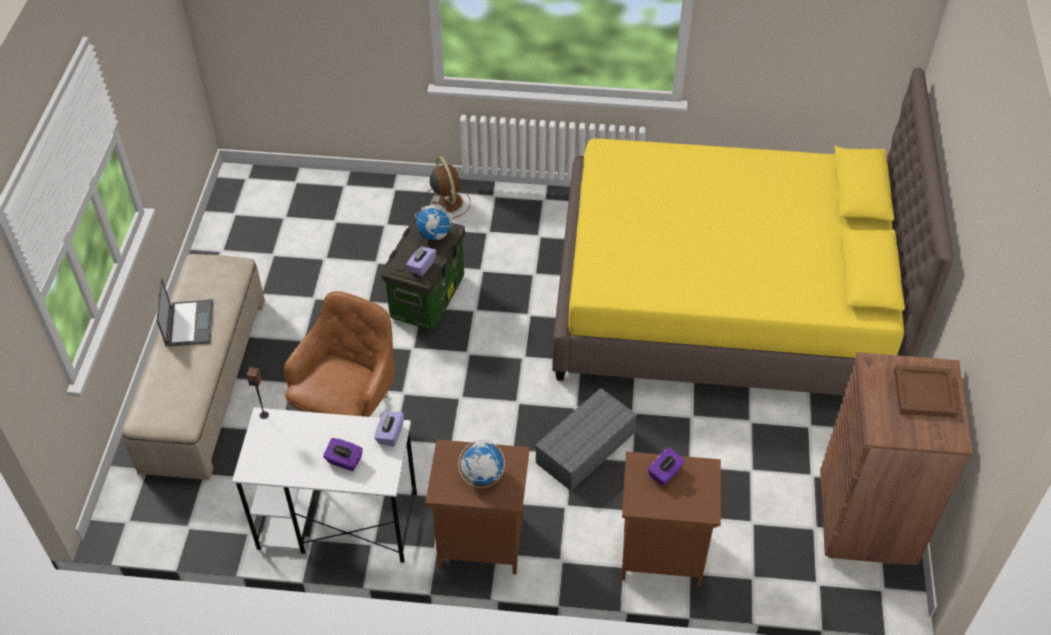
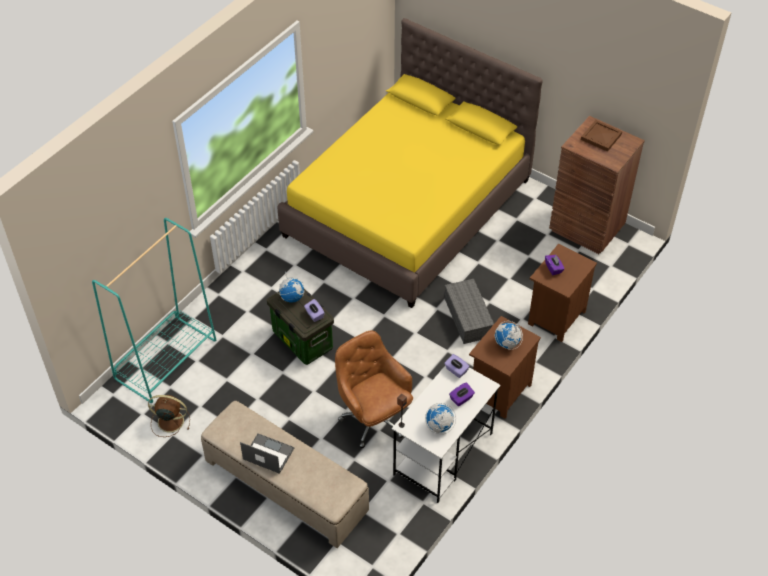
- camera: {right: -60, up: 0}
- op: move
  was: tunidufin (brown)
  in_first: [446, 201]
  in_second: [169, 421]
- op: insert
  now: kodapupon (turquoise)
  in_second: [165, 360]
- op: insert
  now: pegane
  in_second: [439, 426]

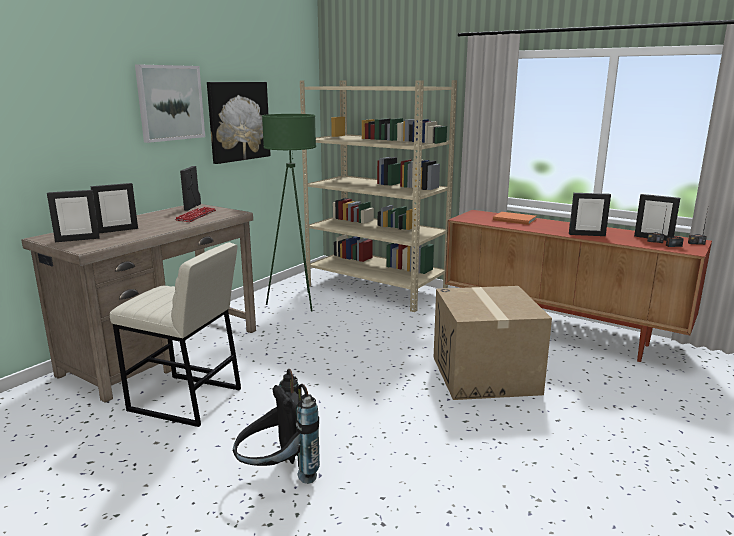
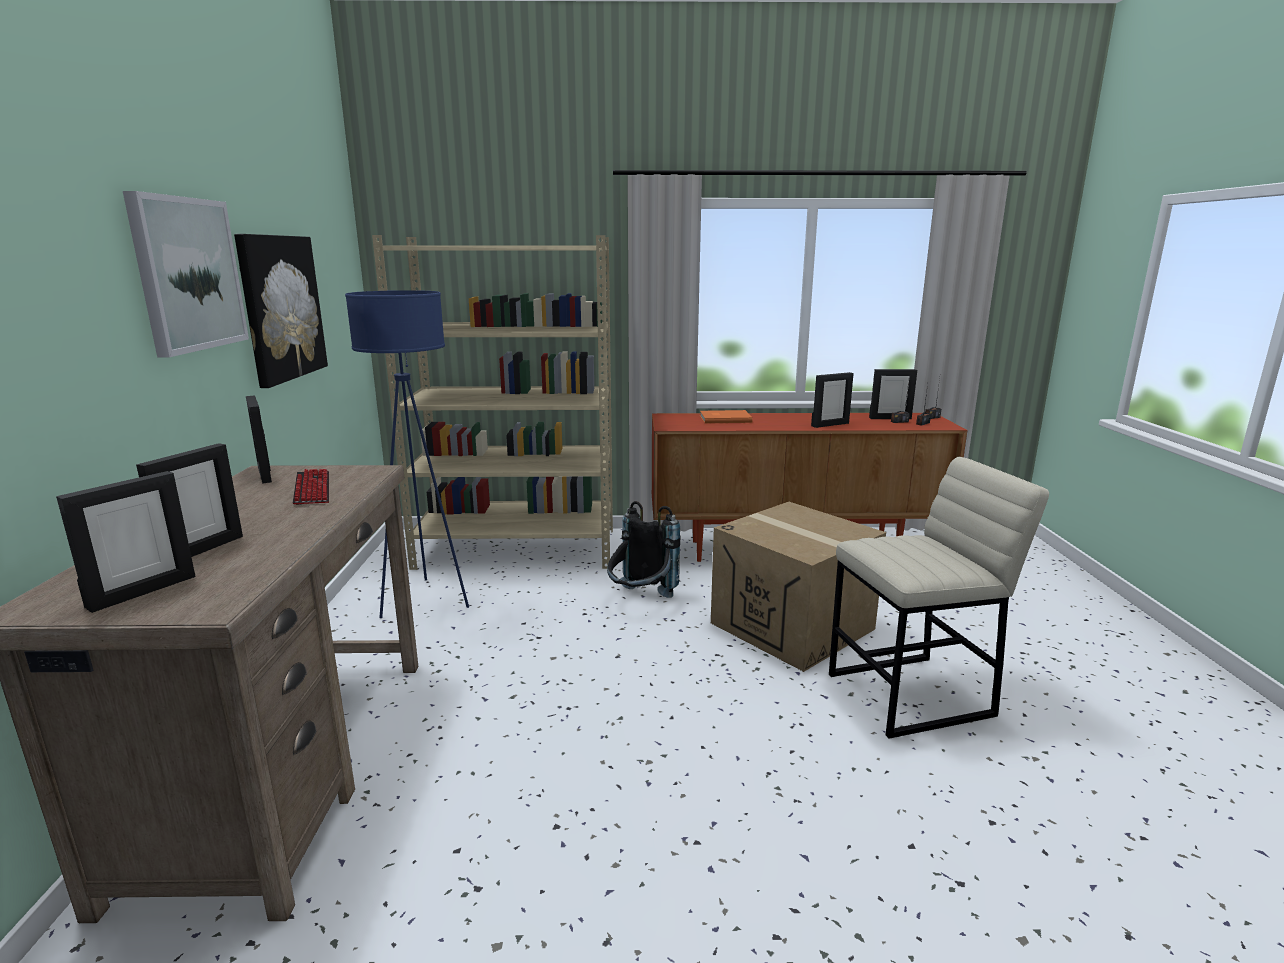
- camera: {right: -35, up: 0}
- op: move
  was: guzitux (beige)
  in_first: [188, 400]
  in_second: [913, 694]
- op: move
  was: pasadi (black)
  in_first: [277, 475]
  in_second: [640, 601]
- op: recolor
  was: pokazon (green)
  now: pokazon (blue)
  in_first: [296, 302]
  in_second: [425, 600]

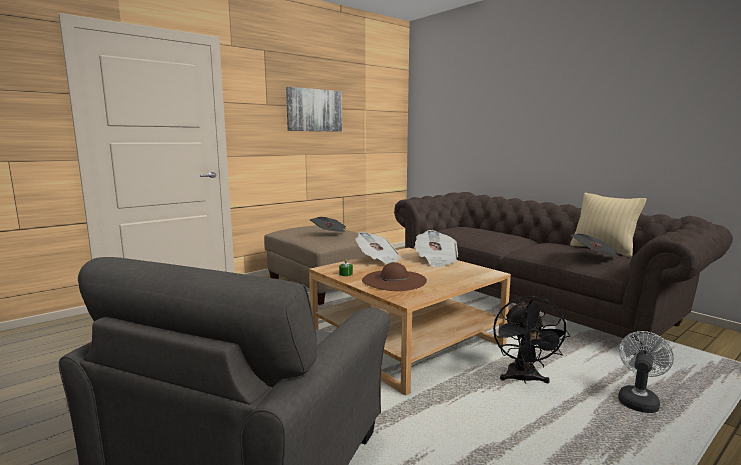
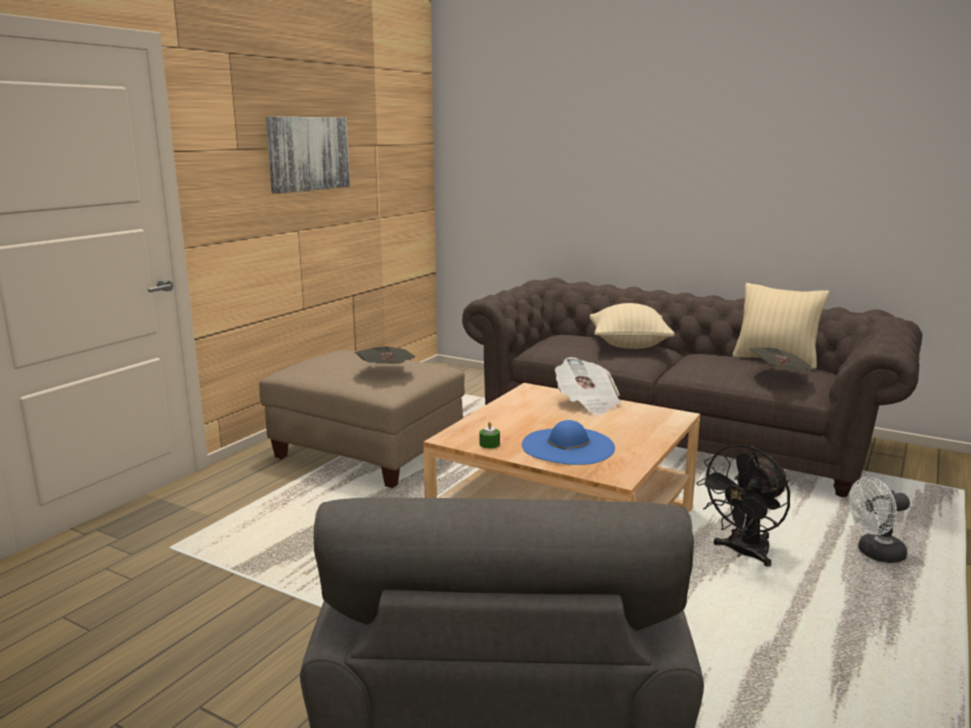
- camera: {right: -20, up: 5}
- op: delete
  was: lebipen
  in_first: [378, 261]
- op: recolor
  was: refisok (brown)
  now: refisok (blue)
  in_first: [394, 280]
  in_second: [568, 446]
- op: rotate
  was: tunidufin (black)
  in_first: [523, 379]
  in_second: [743, 553]
  clockwise: 60
- op: rotate
  was: tunidufin (white)
  in_first: [638, 400]
  in_second: [875, 554]
  clockwise: -120
- op: insert
  now: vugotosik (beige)
  in_second: [628, 345]

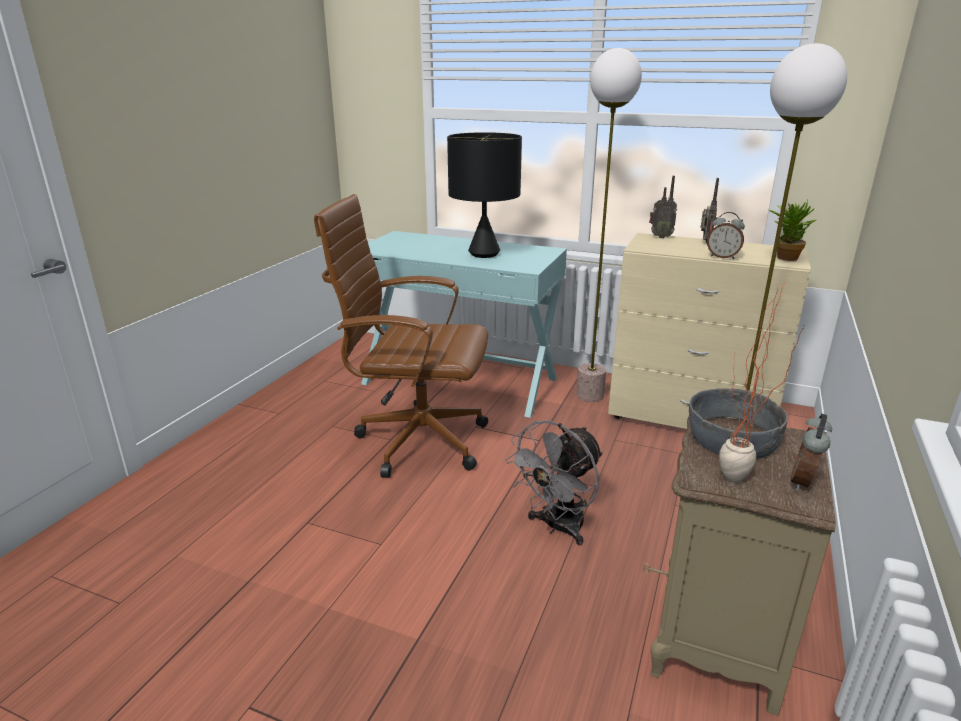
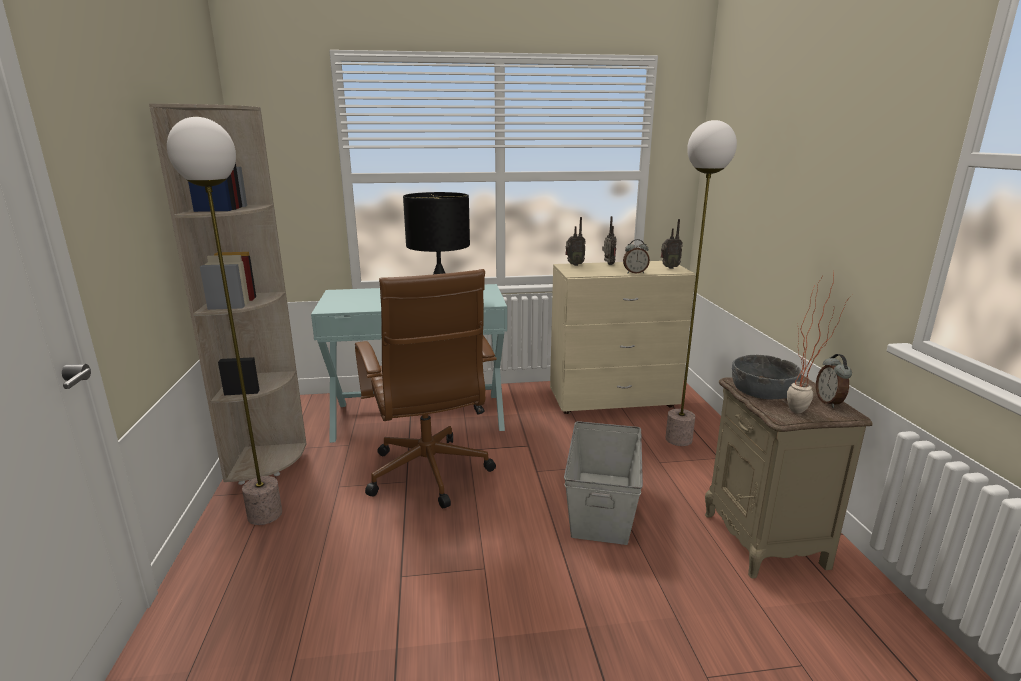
- camera: {right: -30, up: -5}
- op: rotate
  was: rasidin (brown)
  in_first: [415, 441]
  in_second: [430, 476]
  clockwise: -90
- op: replace
  was: tunidufin (grey)
  now: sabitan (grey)
  in_first: [557, 527]
  in_second: [602, 505]
- op: move
  was: pokazon
  in_first: [589, 395]
  in_second: [264, 515]
- op: replace
  was: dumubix
  now: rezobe
  in_first: [784, 257]
  in_second: [669, 267]
- op: insert
  now: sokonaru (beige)
  in_second: [267, 468]

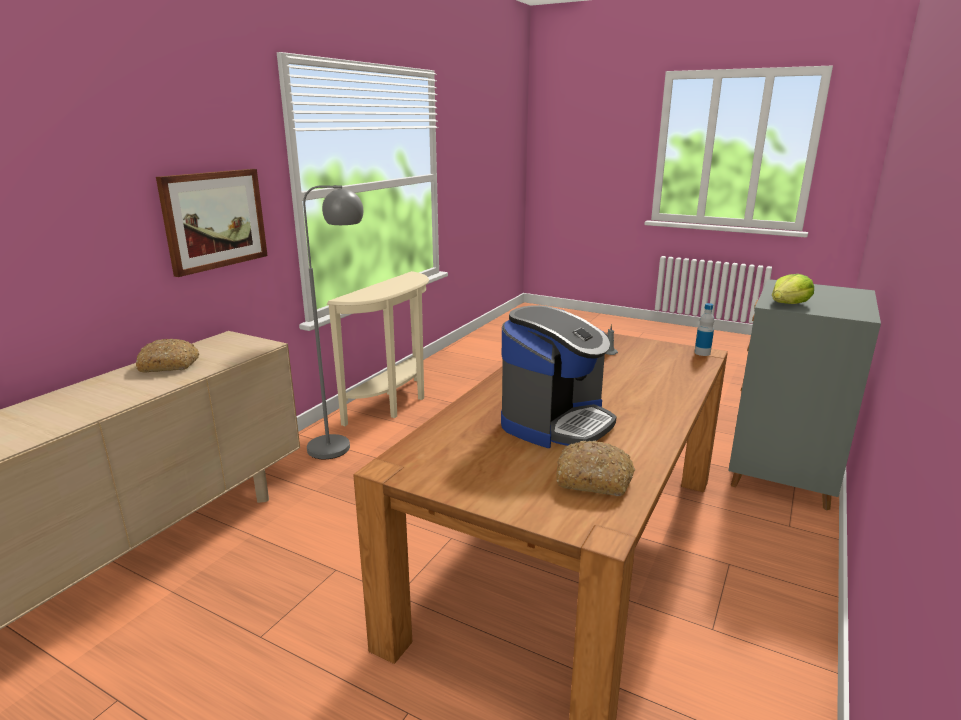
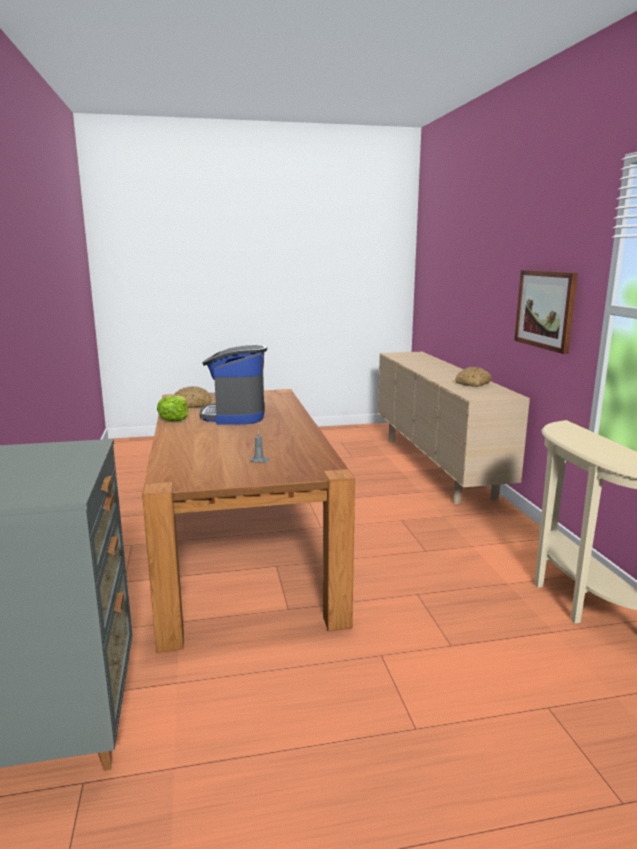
- camera: {right: 140, up: -5}
- op: delete
  was: pokazon (grey)
  in_first: [341, 449]
- op: delete
  was: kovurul
  in_first: [702, 353]
- op: move
  was: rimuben
  in_first: [788, 304]
  in_second: [174, 418]

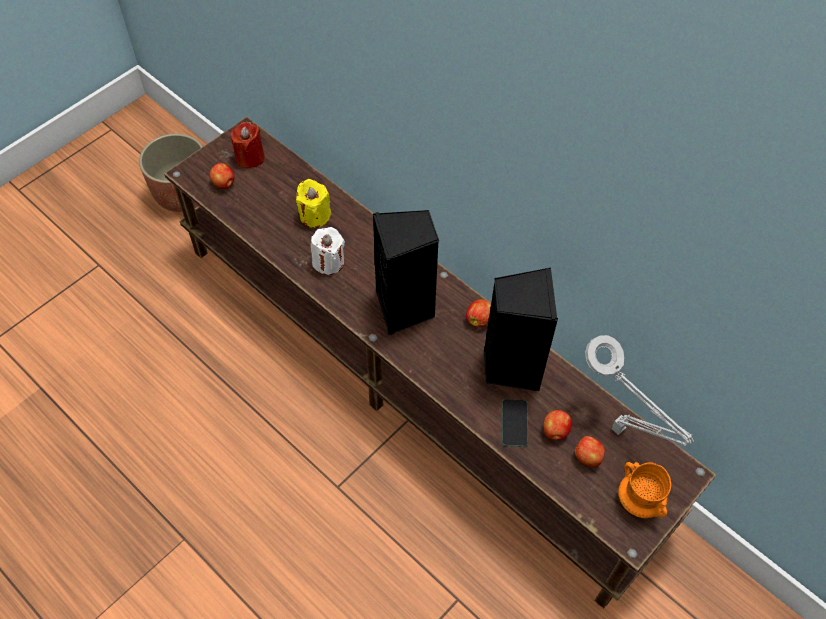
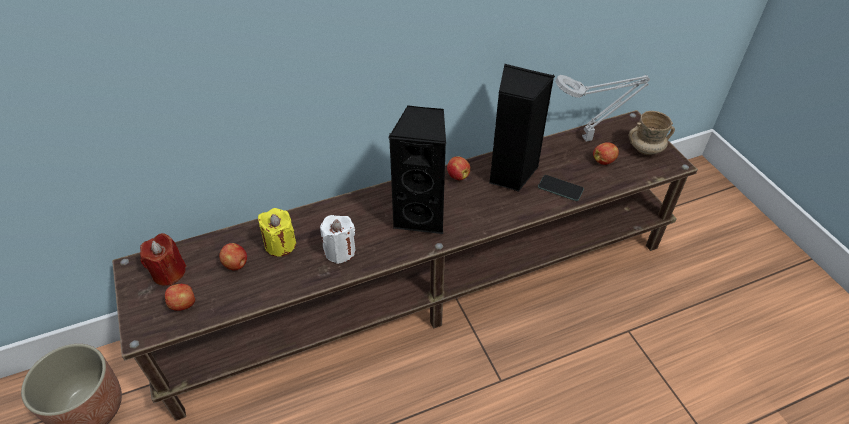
- camera: {right: -65, up: -10}
- op: move
  was: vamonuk
  in_first: [555, 431]
  in_second: [236, 265]
- op: recolor
  was: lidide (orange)
  now: lidide (beige)
  in_first: [639, 500]
  in_second: [645, 149]

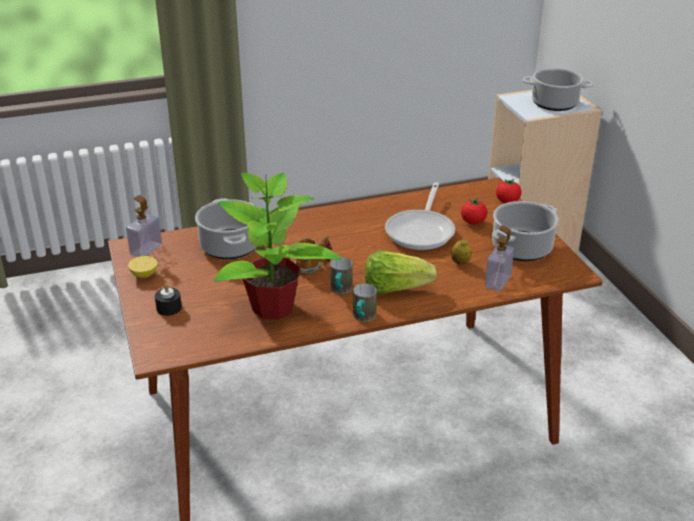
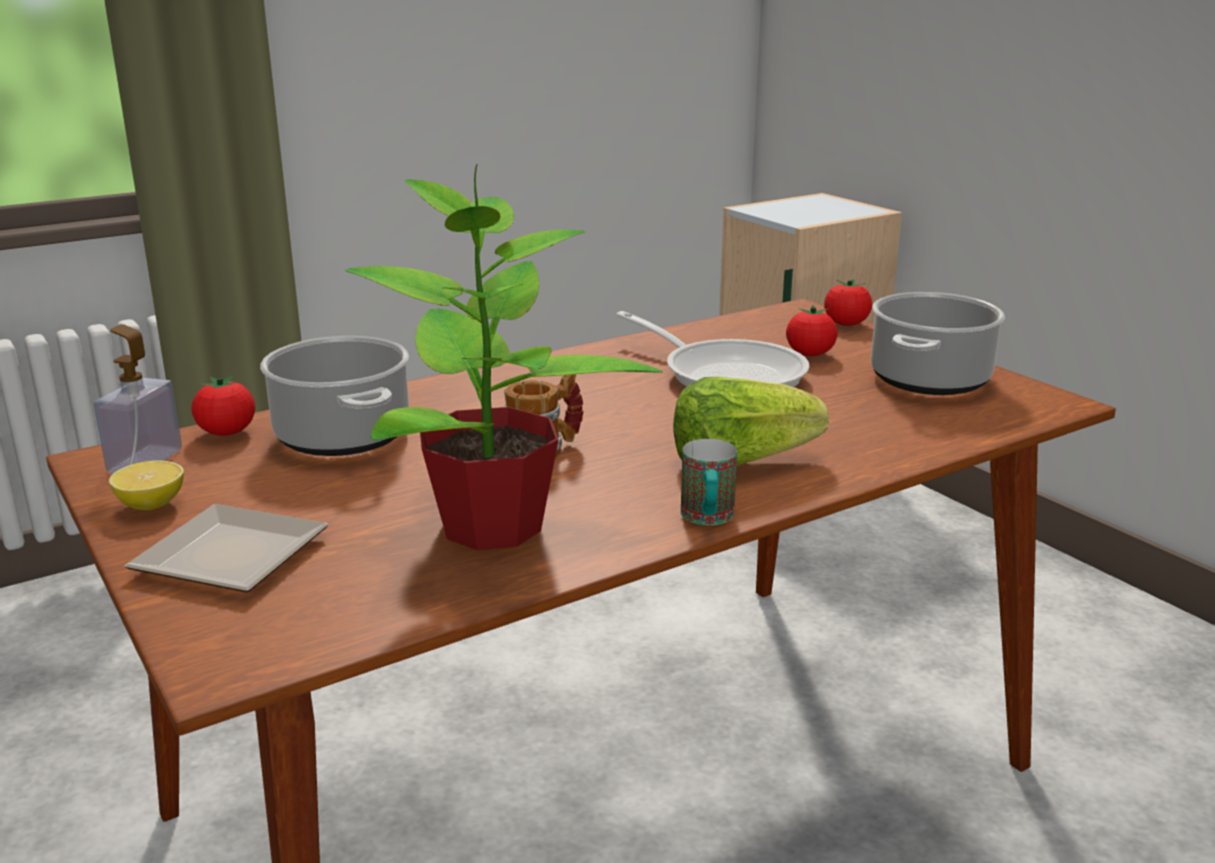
- camera: {right: -15, up: -10}
- op: replace
  was: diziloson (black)
  now: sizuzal
  in_first: [169, 308]
  in_second: [232, 559]
- op: delete
  was: lidide
  in_first: [340, 290]
- op: rotate
  was: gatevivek
  in_first: [422, 231]
  in_second: [725, 374]
  clockwise: -45
- op: delete
  was: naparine
  in_first: [460, 262]
- op: delete
  was: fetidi
  in_first: [497, 282]
- op: delete
  was: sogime
  in_first: [555, 104]
- op: insert
  now: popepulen
  in_second: [227, 433]

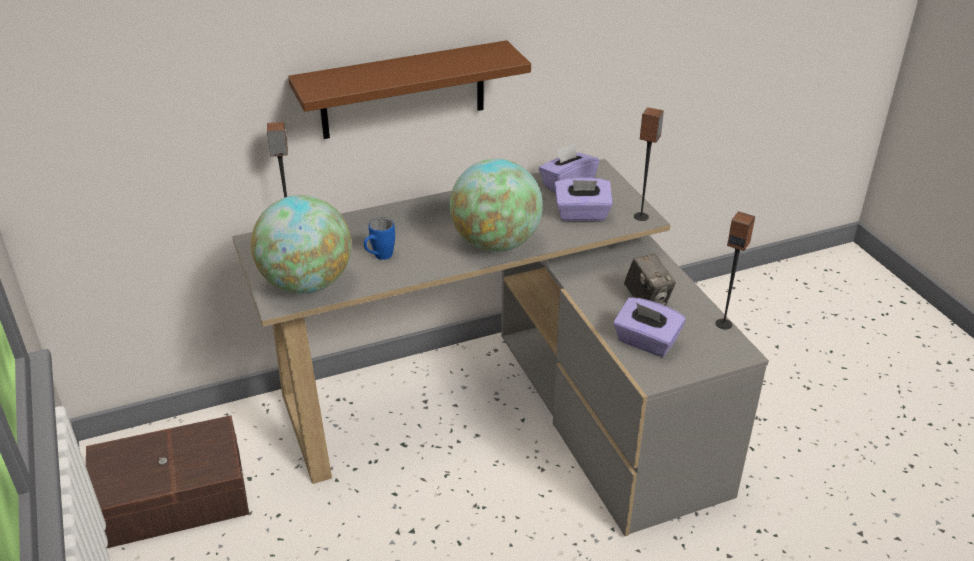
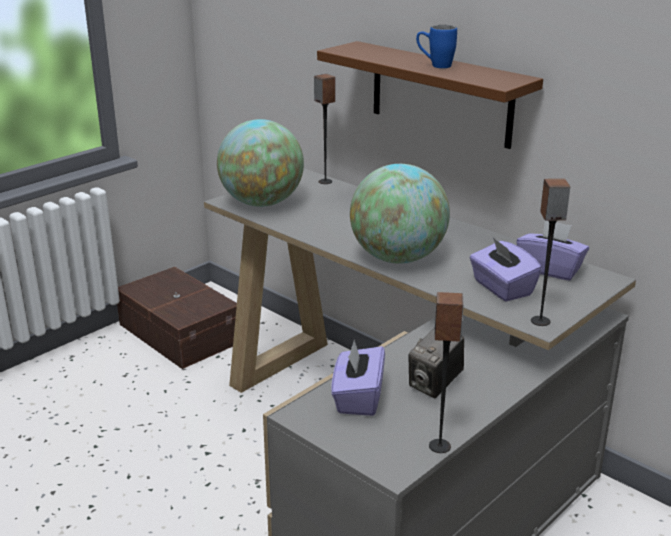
- camera: {right: 65, up: -10}
- op: move
  was: lidide (blue)
  in_first: [379, 257]
  in_second: [435, 65]

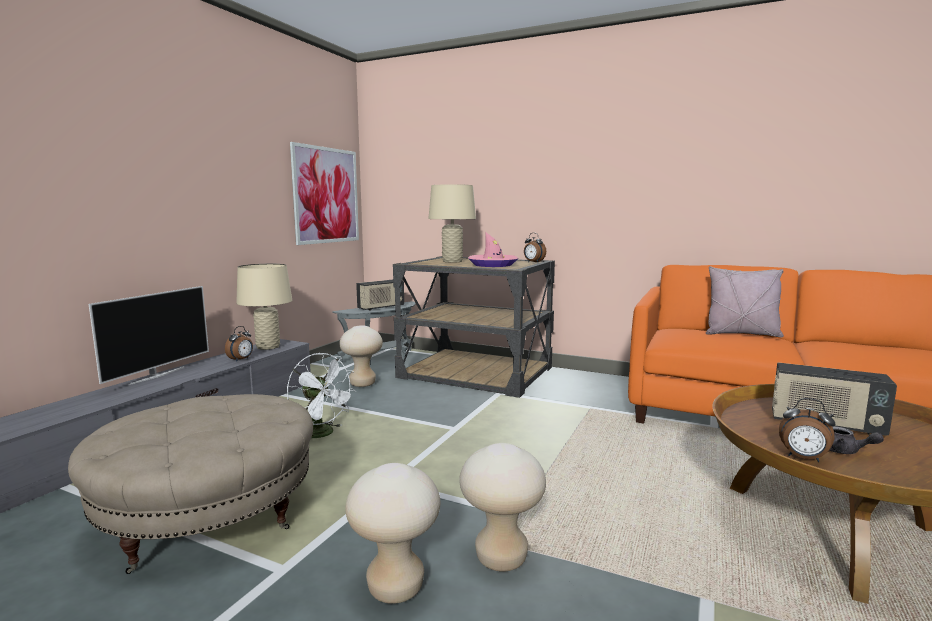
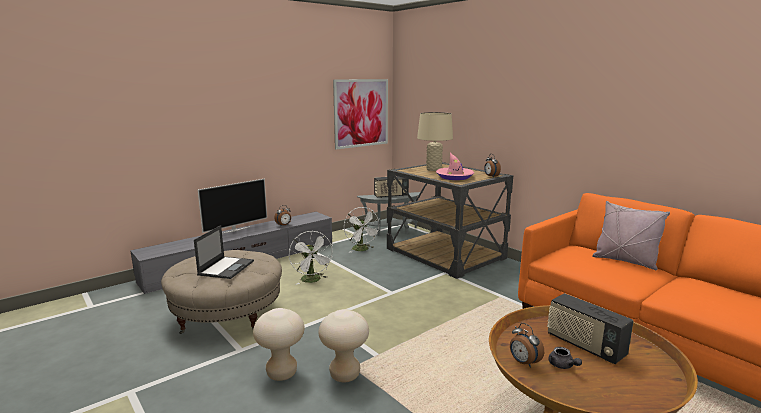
- camera: {right: 25, up: 5}
- op: delete
  was: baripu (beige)
  in_first: [268, 347]
- op: replace
  was: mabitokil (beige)
  now: tunidufin (white)
  in_first: [362, 384]
  in_second: [362, 250]
- op: insert
  now: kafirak
  in_second: [226, 267]

